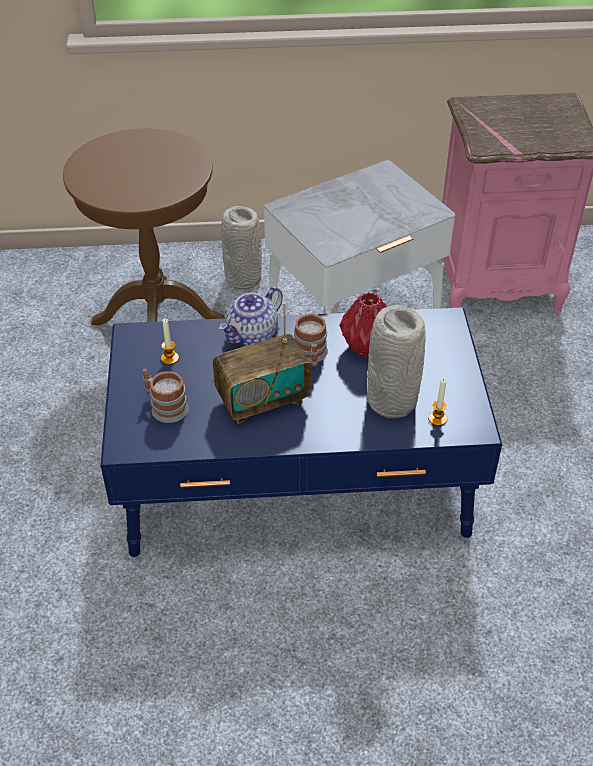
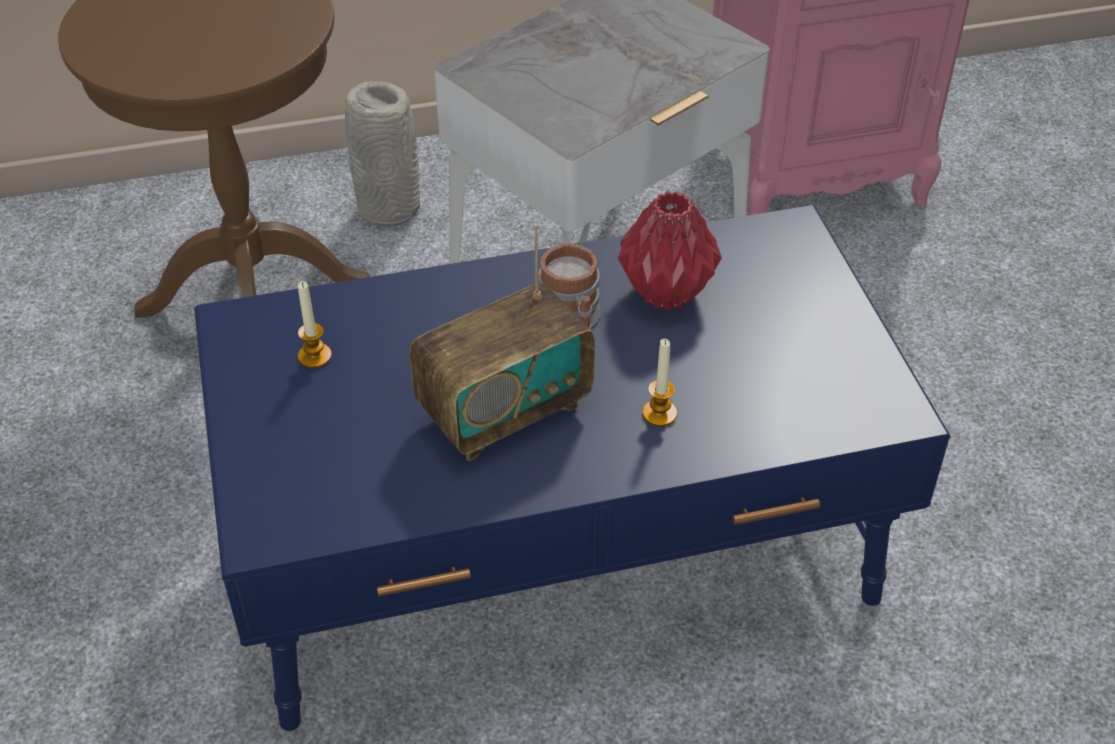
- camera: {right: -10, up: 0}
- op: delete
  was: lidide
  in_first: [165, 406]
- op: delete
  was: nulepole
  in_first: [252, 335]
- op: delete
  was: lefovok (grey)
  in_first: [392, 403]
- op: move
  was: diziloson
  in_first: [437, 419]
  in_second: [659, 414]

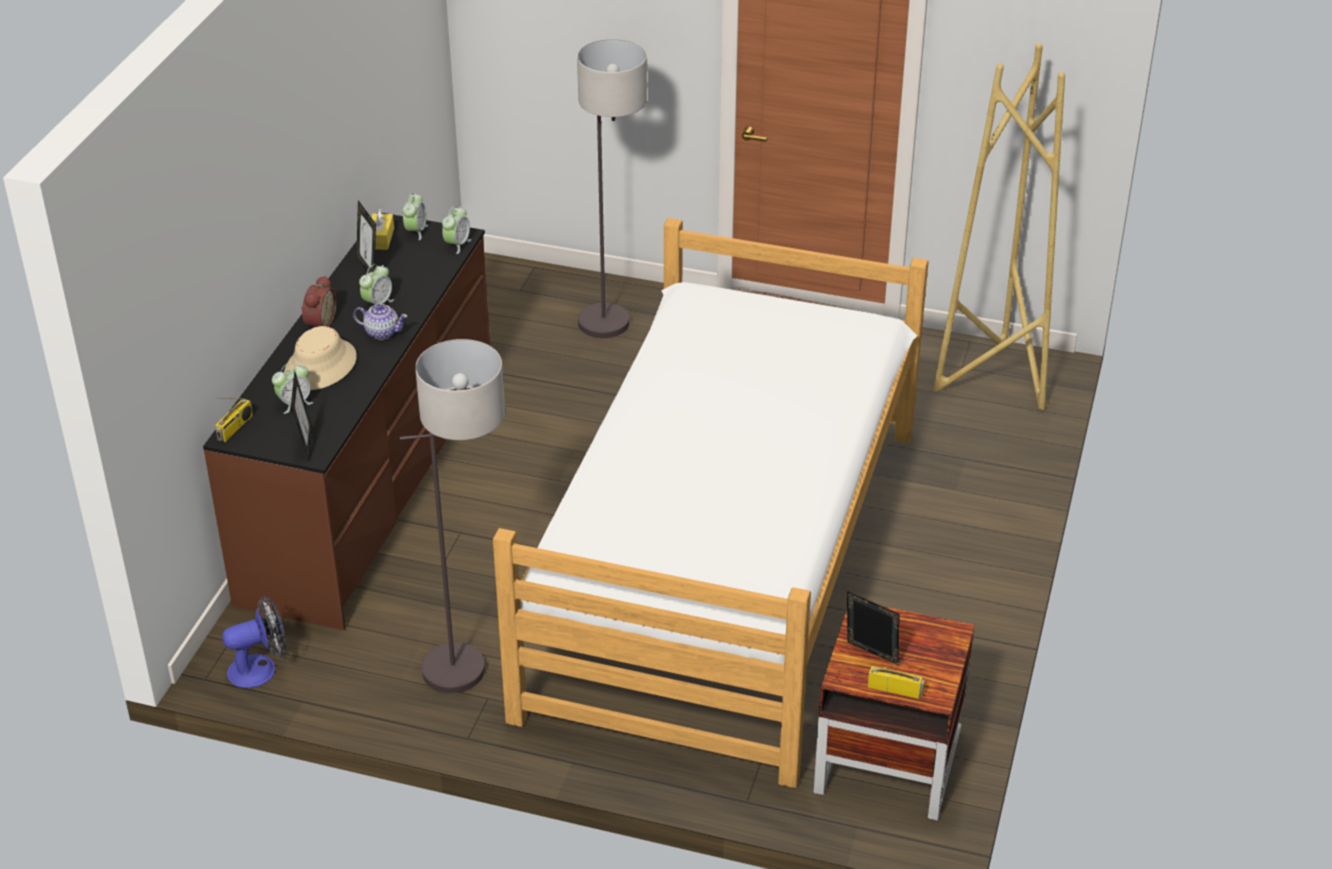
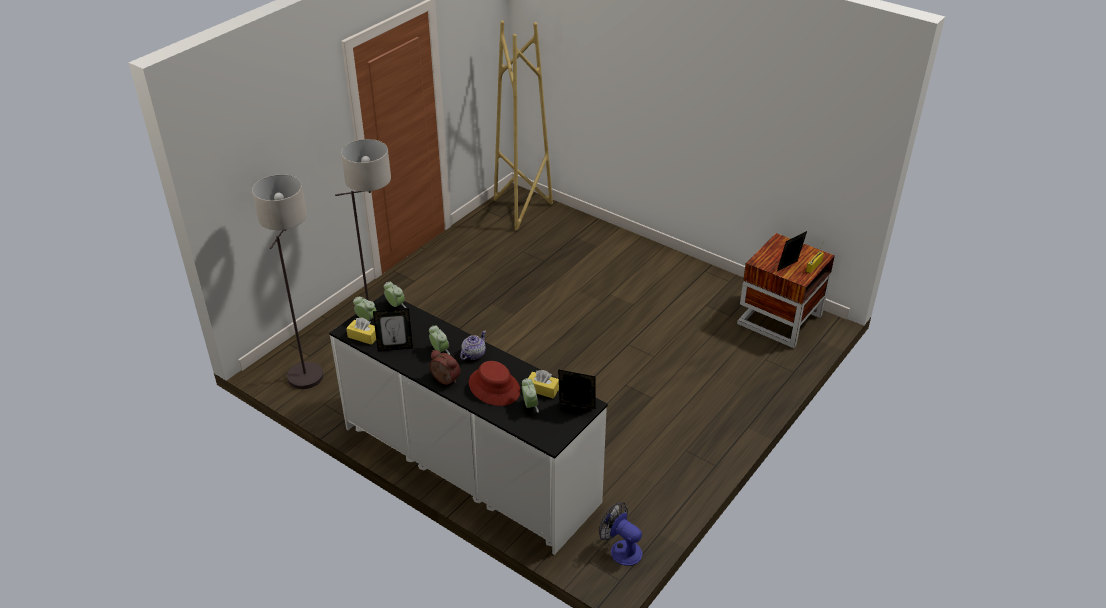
- camera: {right: -70, up: 0}
- op: recolor
  was: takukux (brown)
  now: takukux (white)
  in_first: [371, 486]
  in_second: [470, 464]
- op: delete
  was: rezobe
  in_first: [235, 428]
- op: rotate
  was: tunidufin
  in_first: [260, 668]
  in_second: [621, 549]
  clockwise: -45
- op: recolor
  was: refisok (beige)
  now: refisok (red)
  in_first: [321, 366]
  in_second: [494, 387]
- op: move
  was: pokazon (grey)
  in_first: [472, 668]
  in_second: [309, 369]
- op: delete
  was: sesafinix
  in_first: [722, 569]
- op: insert
  now: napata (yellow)
  in_second: [542, 389]

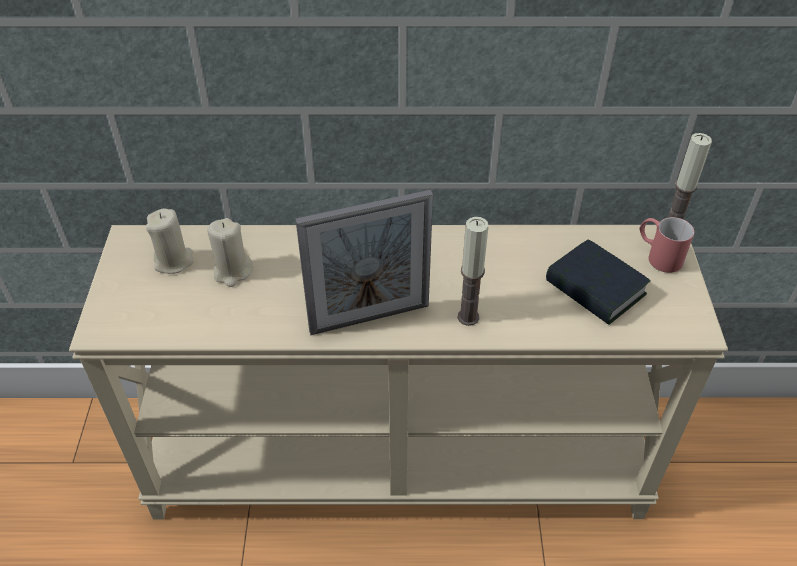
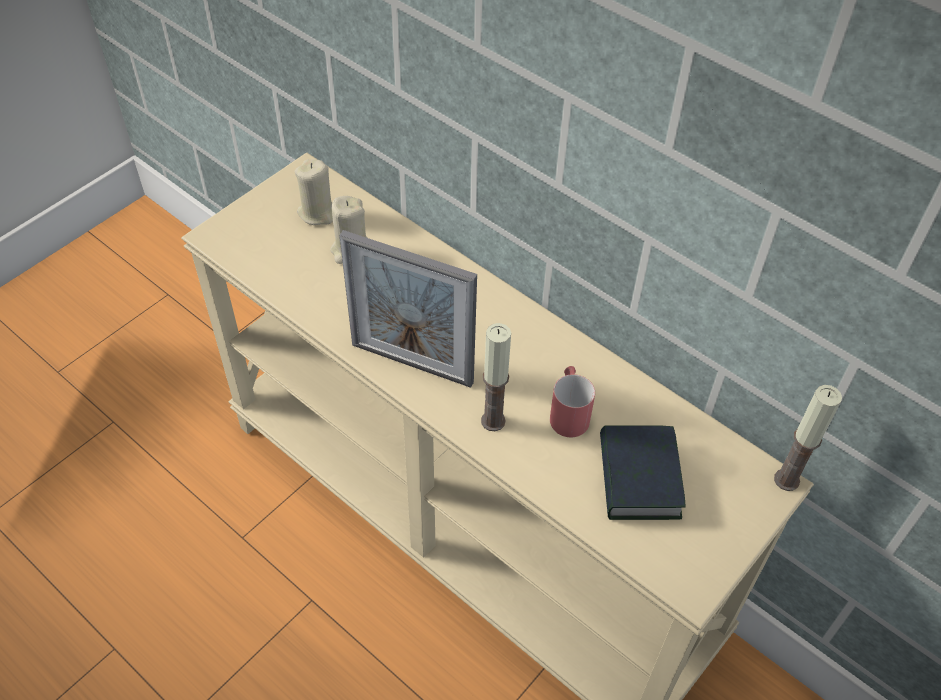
- camera: {right: 40, up: 5}
- op: move
  was: lidide (red)
  in_first: [657, 255]
  in_second: [568, 412]

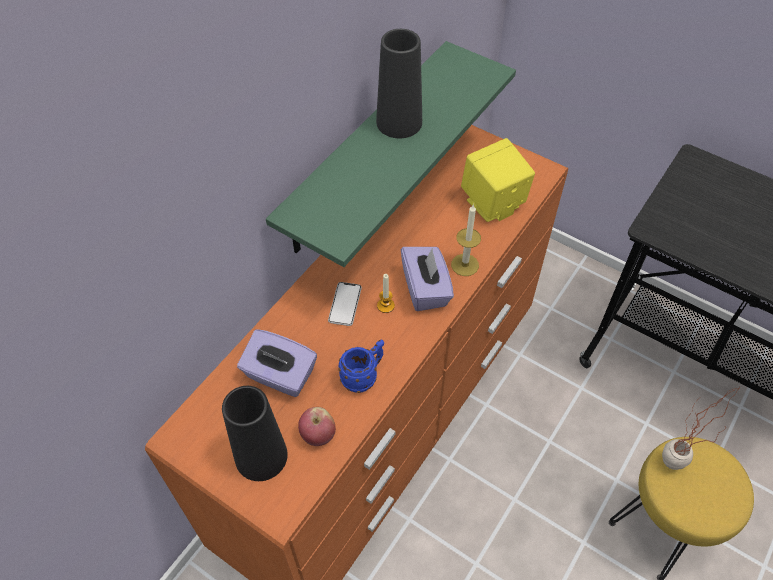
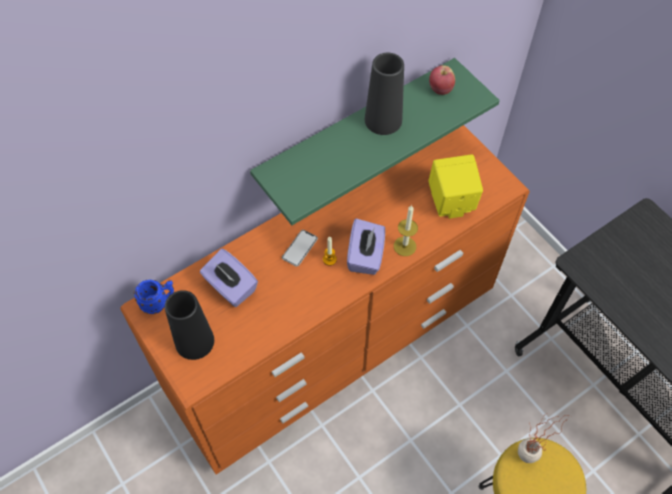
- camera: {right: 20, up: 5}
- op: move
  was: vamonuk
  in_first: [318, 435]
  in_second: [440, 89]
- op: move
  was: lidide (blue)
  in_first: [363, 376]
  in_second: [159, 302]

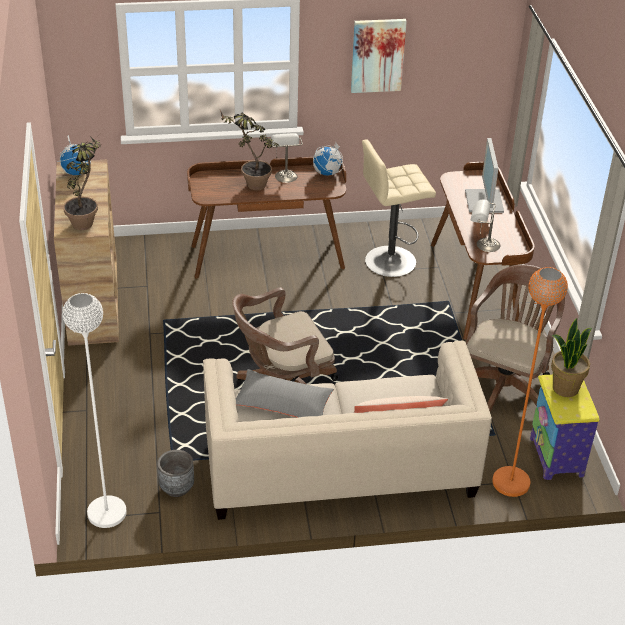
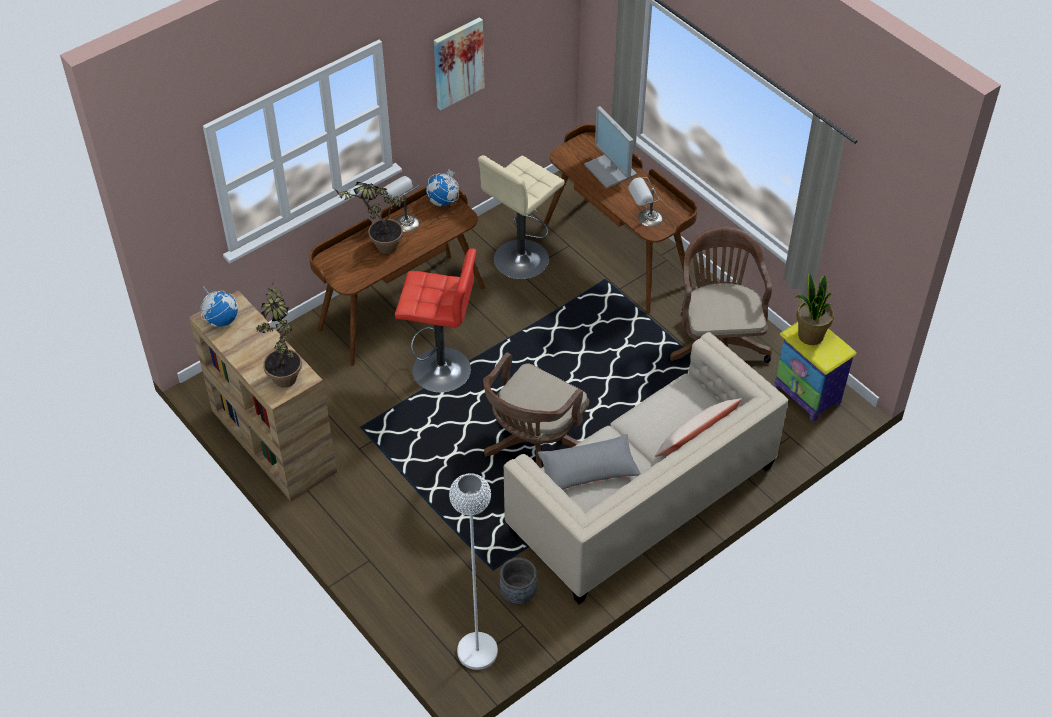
- camera: {right: -30, up: 10}
- op: delete
  was: pokazon (orange)
  in_first: [510, 483]
- op: insert
  now: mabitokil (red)
  in_second: [442, 370]

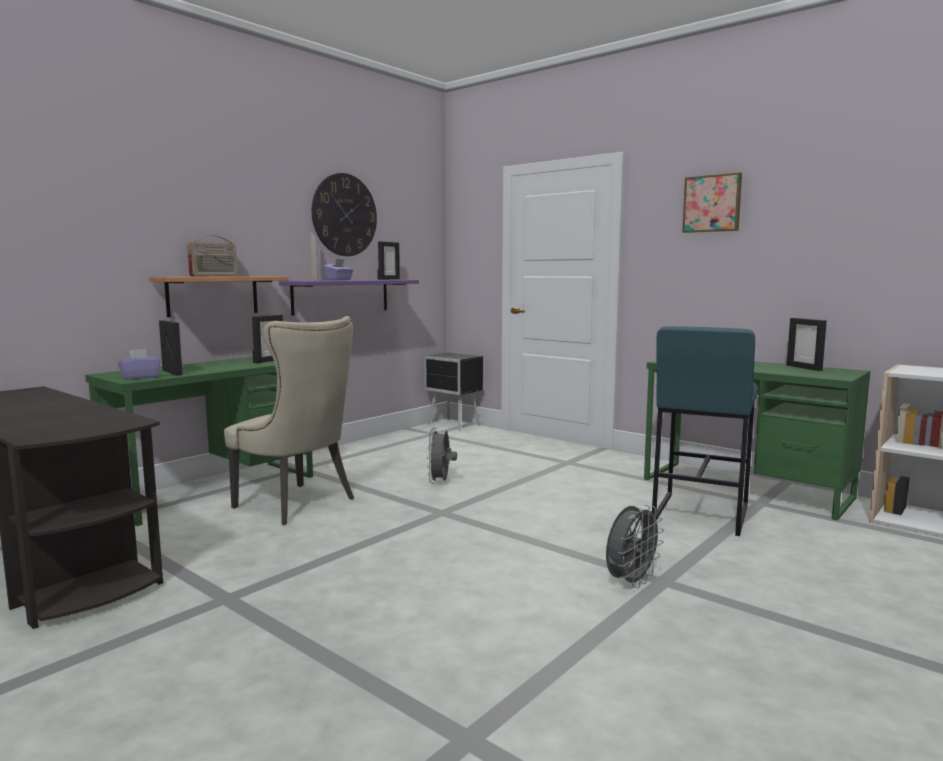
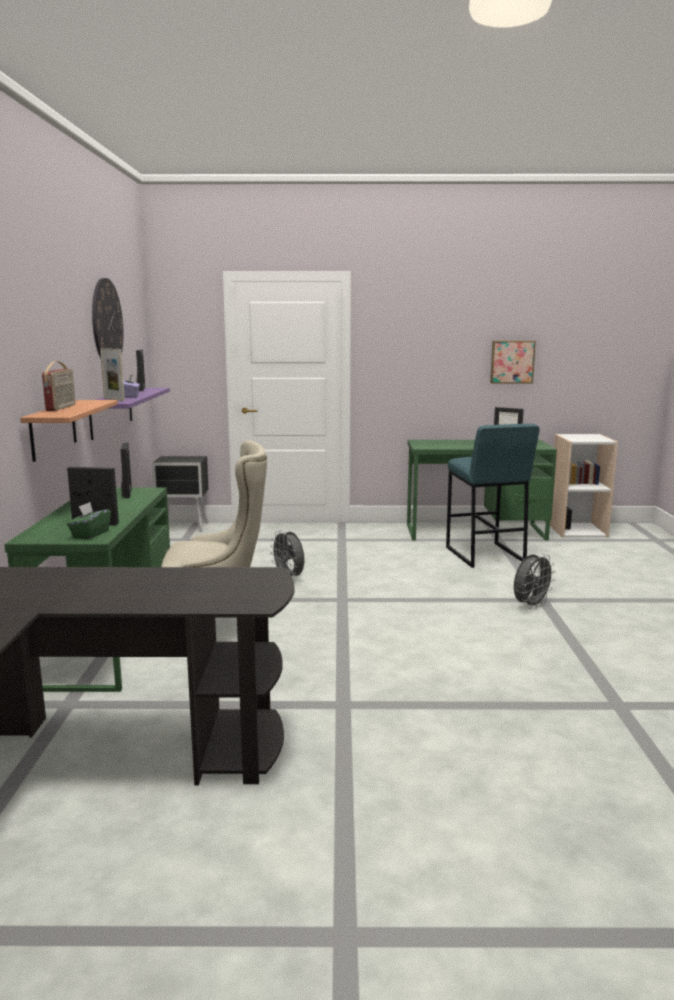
- camera: {right: -40, up: 5}
- op: recolor
  was: napata (purple)
  now: napata (green)
  in_first: [140, 377]
  in_second: [90, 534]
- op: rotate
  was: tunidufin (grey)
  in_first: [630, 582]
  in_second: [530, 606]
  clockwise: 45
- op: move
  was: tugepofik
  in_first: [712, 203]
  in_second: [512, 361]

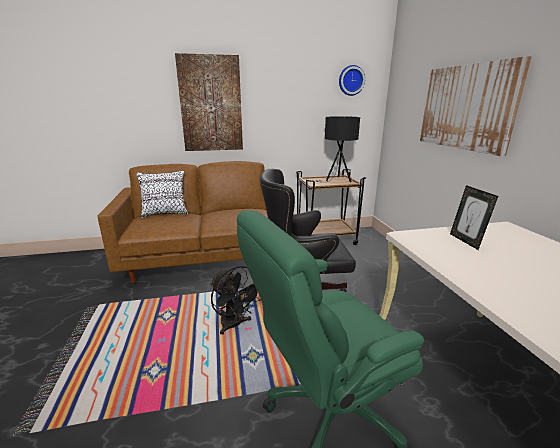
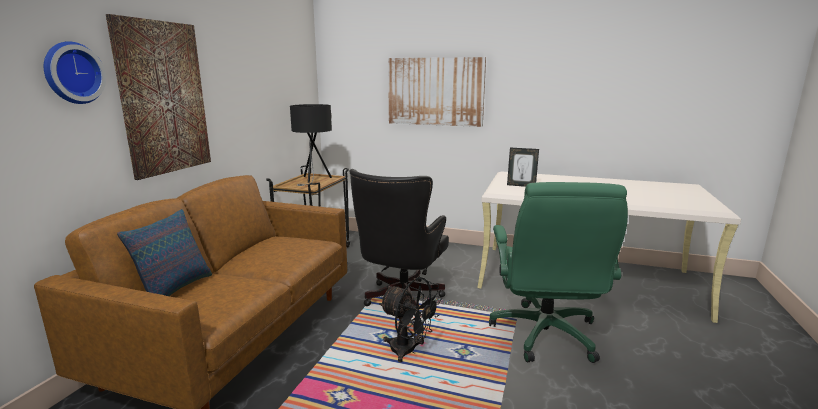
- camera: {right: -60, up: -5}
- op: recolor
  was: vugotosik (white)
  now: vugotosik (blue)
  in_first: [165, 214]
  in_second: [175, 290]
- op: rotate
  was: tunidufin (black)
  in_first: [234, 325]
  in_second: [408, 351]
  clockwise: 45
- op: move
  was: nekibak
  in_first: [351, 80]
  in_second: [72, 73]

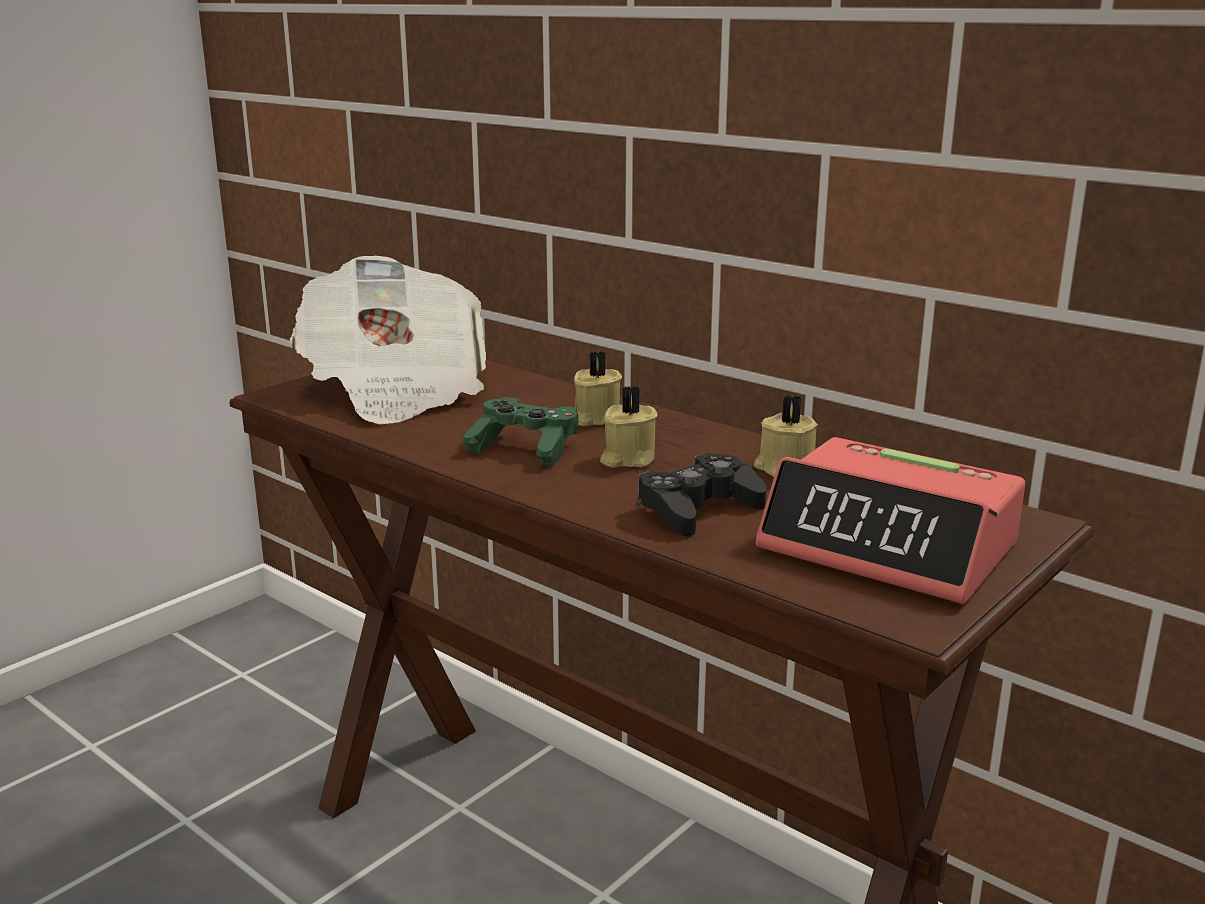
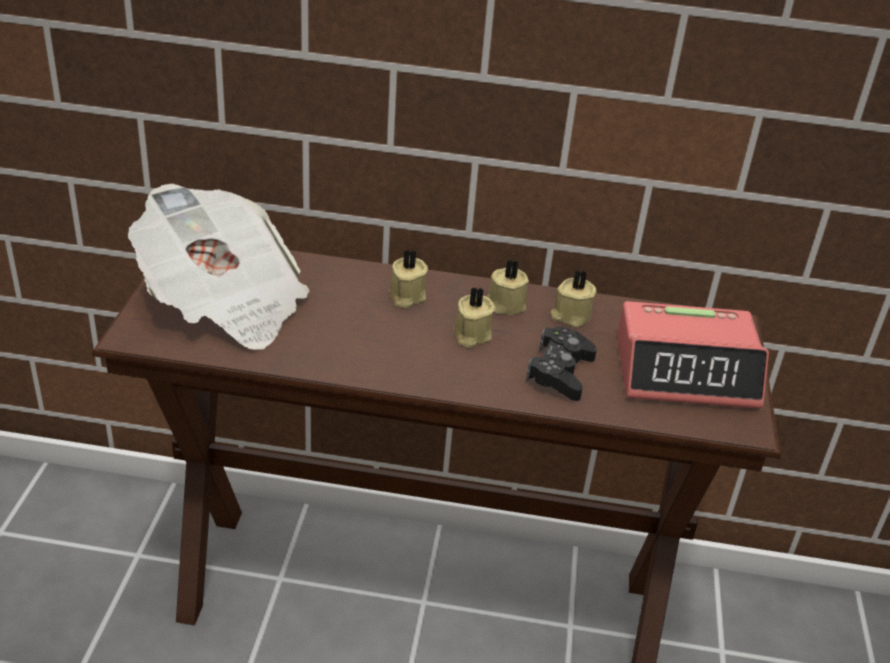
- camera: {right: -35, up: 15}
- op: delete
  was: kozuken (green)
  in_first: [524, 449]
- op: insert
  now: diziloson (beige)
  in_second: [505, 304]

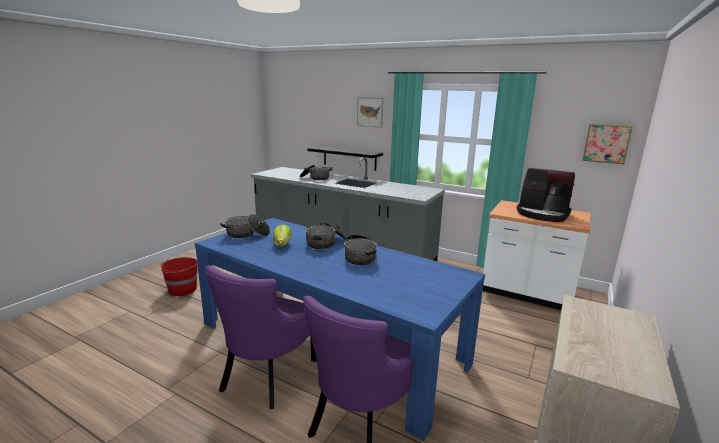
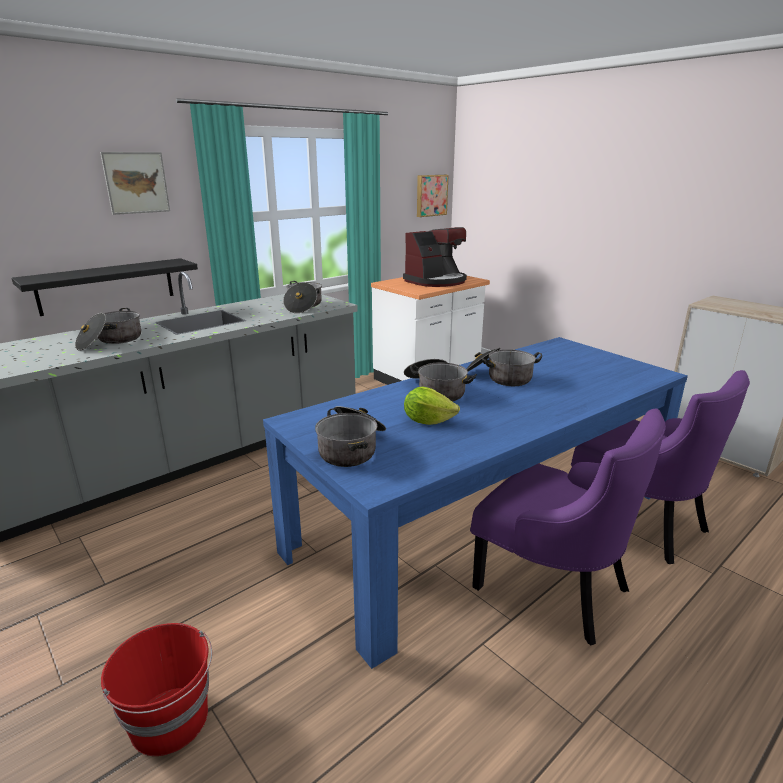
- camera: {right: -70, up: 5}
- op: insert
  now: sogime
  in_second: [303, 306]

